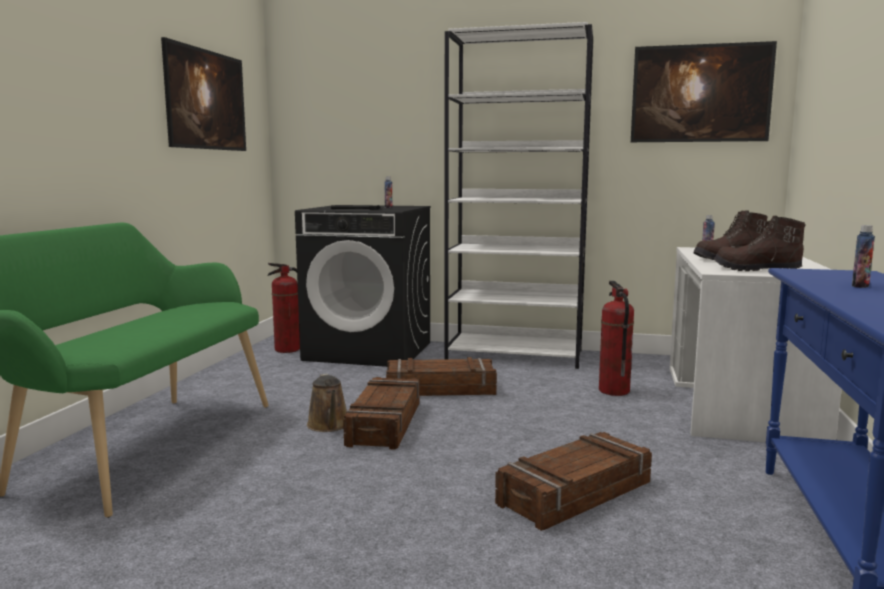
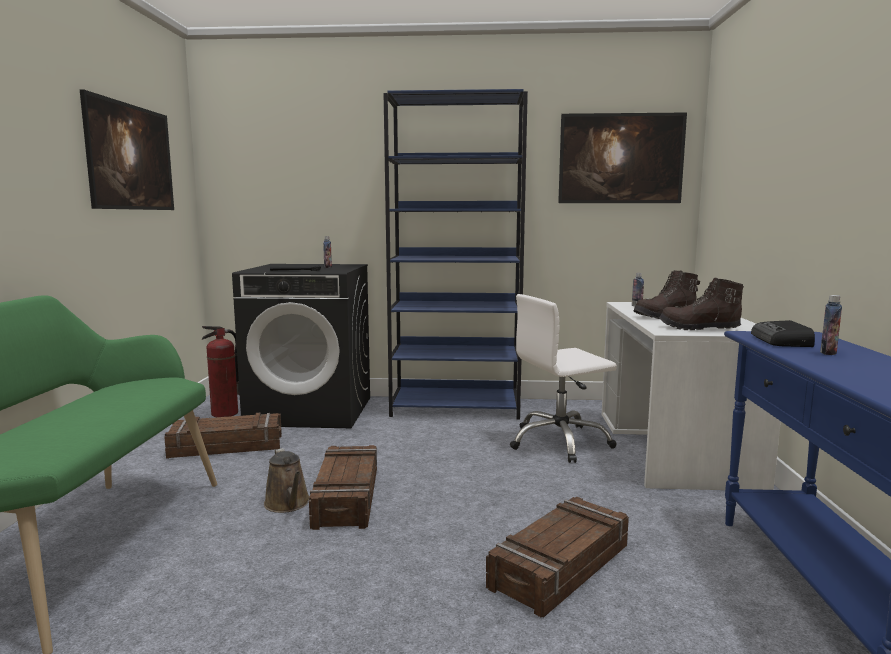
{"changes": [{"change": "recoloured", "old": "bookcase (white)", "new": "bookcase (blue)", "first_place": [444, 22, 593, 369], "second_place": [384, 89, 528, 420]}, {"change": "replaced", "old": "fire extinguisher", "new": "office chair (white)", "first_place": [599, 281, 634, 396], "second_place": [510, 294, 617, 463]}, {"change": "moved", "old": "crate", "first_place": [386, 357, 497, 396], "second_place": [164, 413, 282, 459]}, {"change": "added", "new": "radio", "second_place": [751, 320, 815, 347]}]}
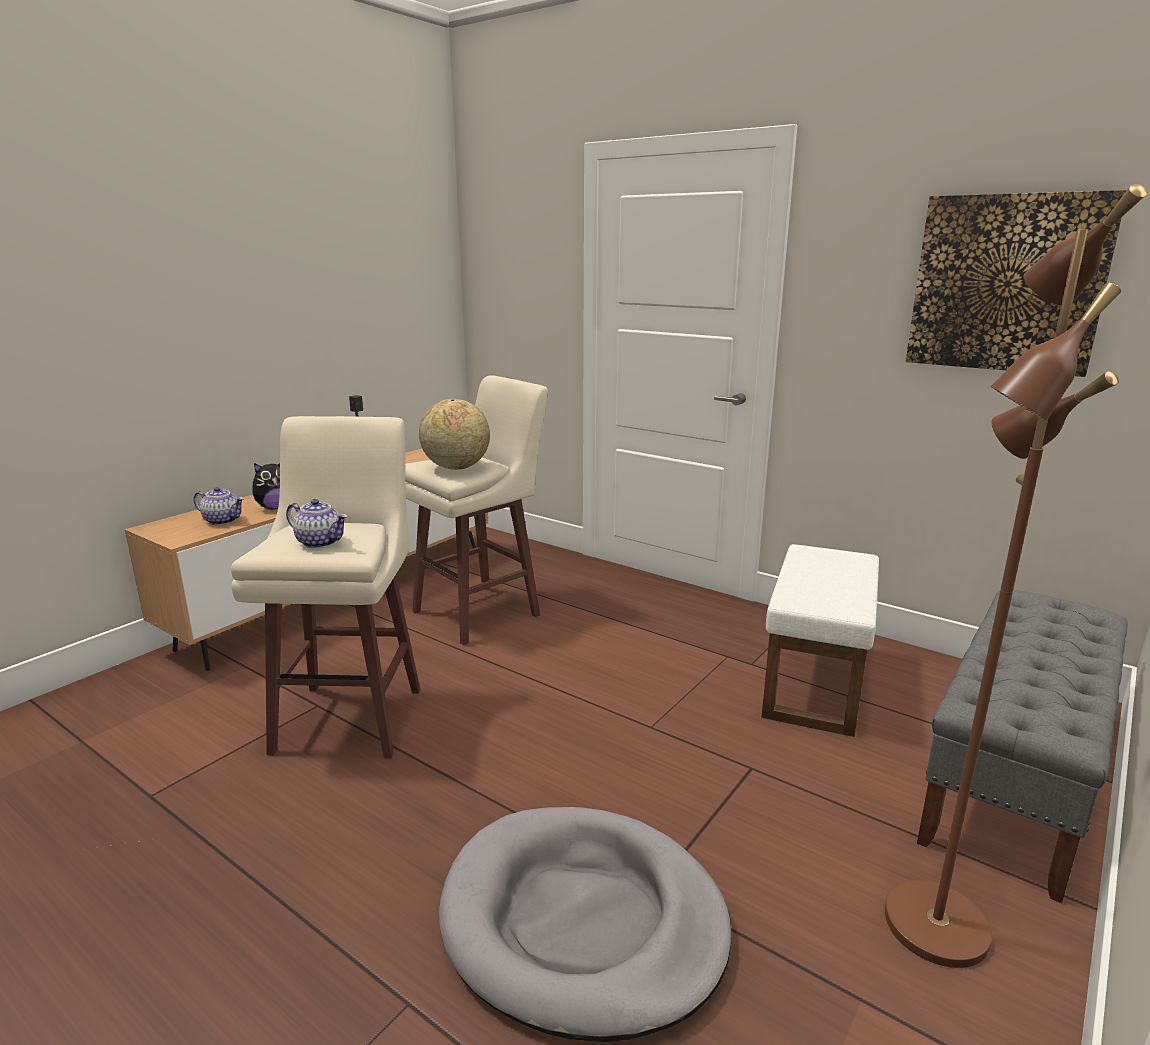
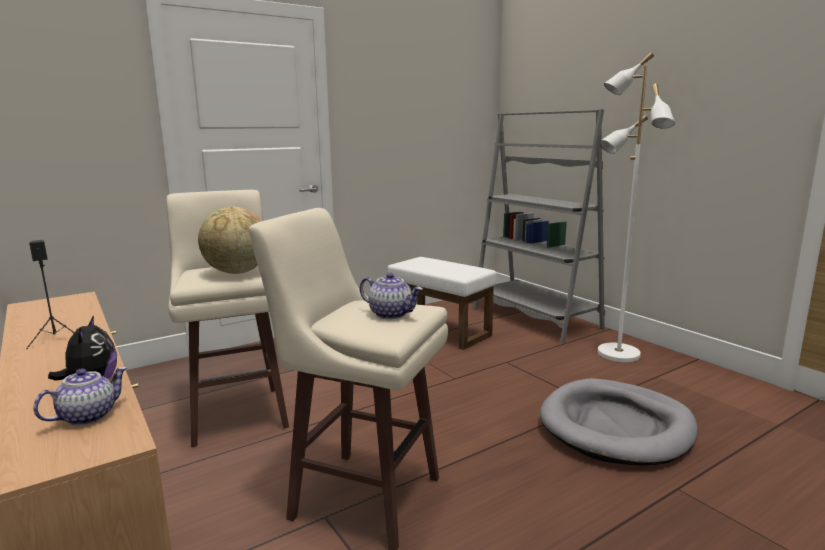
{"changes": [{"change": "recoloured", "old": "floor lamp (brown)", "new": "floor lamp (white)", "first_place": [885, 184, 1147, 968], "second_place": [597, 52, 675, 362]}, {"change": "removed", "old": "picture", "first_place": [906, 190, 1127, 377]}, {"change": "turned", "old": "teapot", "first_place": [286, 499, 348, 548], "second_place": [360, 273, 423, 319], "degrees": 75}, {"change": "replaced", "old": "bench (grey)", "new": "bookcase (grey)", "first_place": [917, 590, 1128, 903], "second_place": [473, 109, 605, 343]}]}
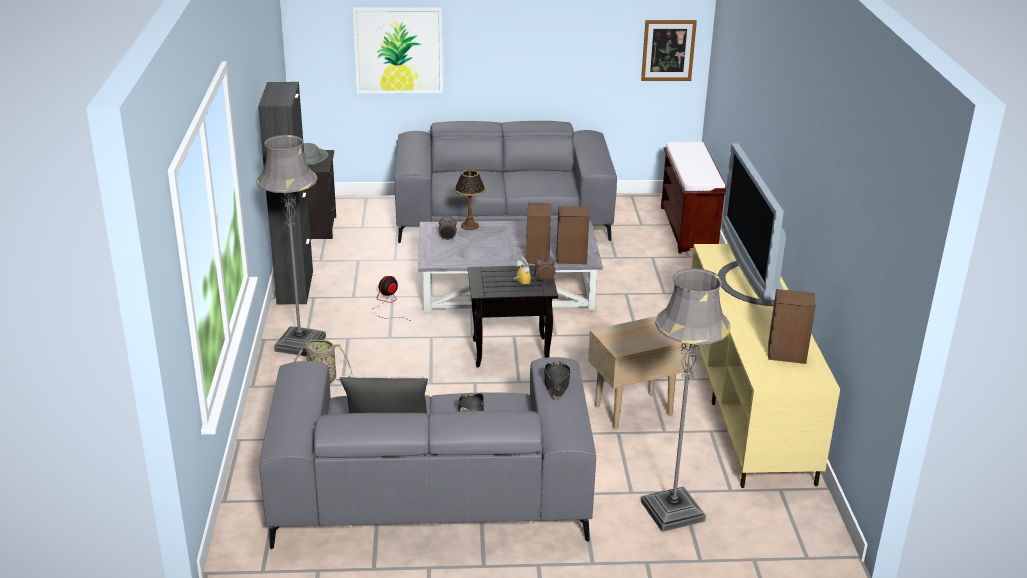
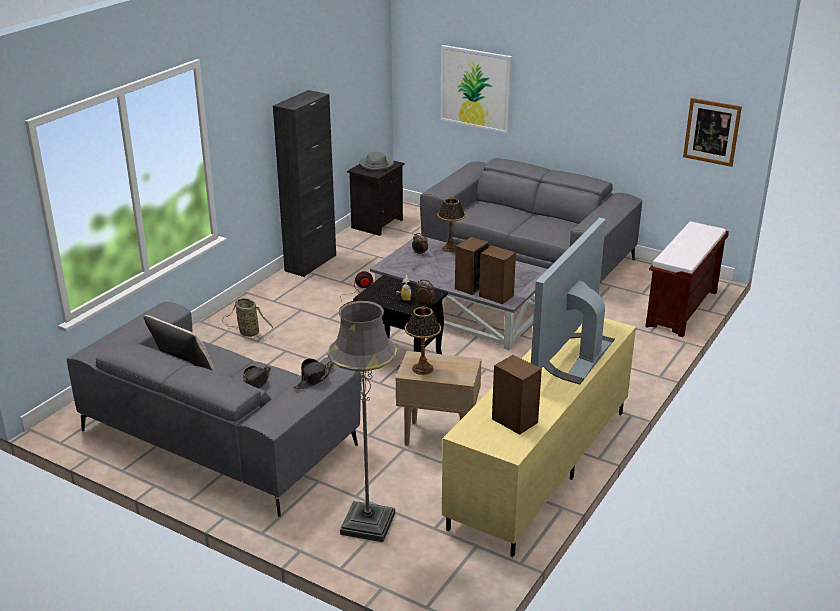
{"changes": [{"change": "removed", "old": "floor lamp (grey)", "first_place": [256, 135, 326, 356]}, {"change": "added", "new": "table lamp", "second_place": [405, 306, 441, 375]}]}
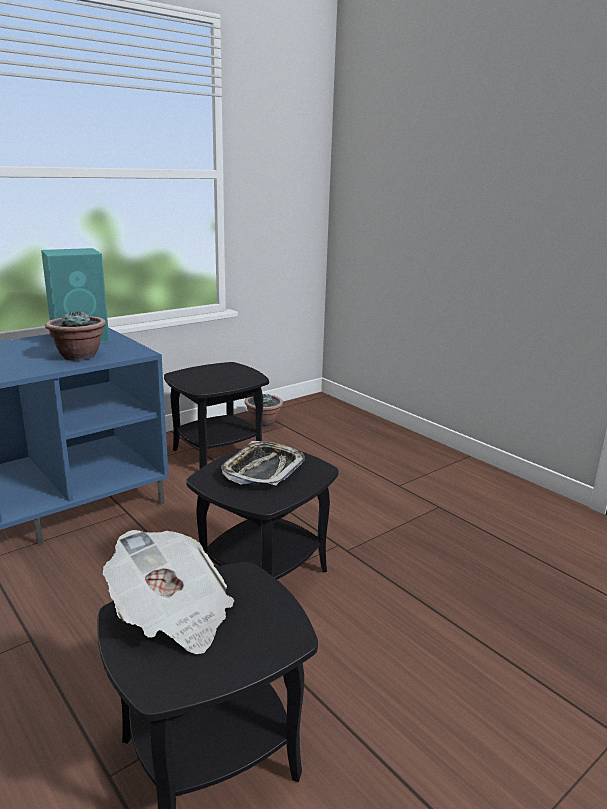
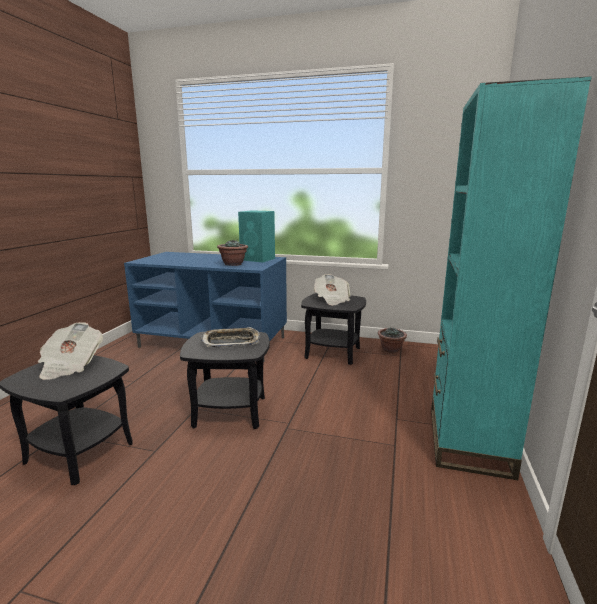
{"changes": [{"change": "added", "new": "bookcase (turquoise)", "second_place": [431, 76, 592, 480]}, {"change": "added", "new": "newspaper", "second_place": [314, 274, 350, 305]}]}
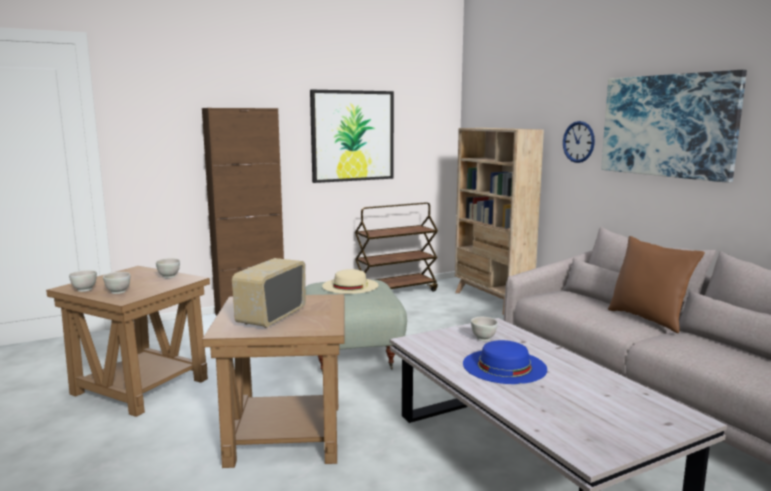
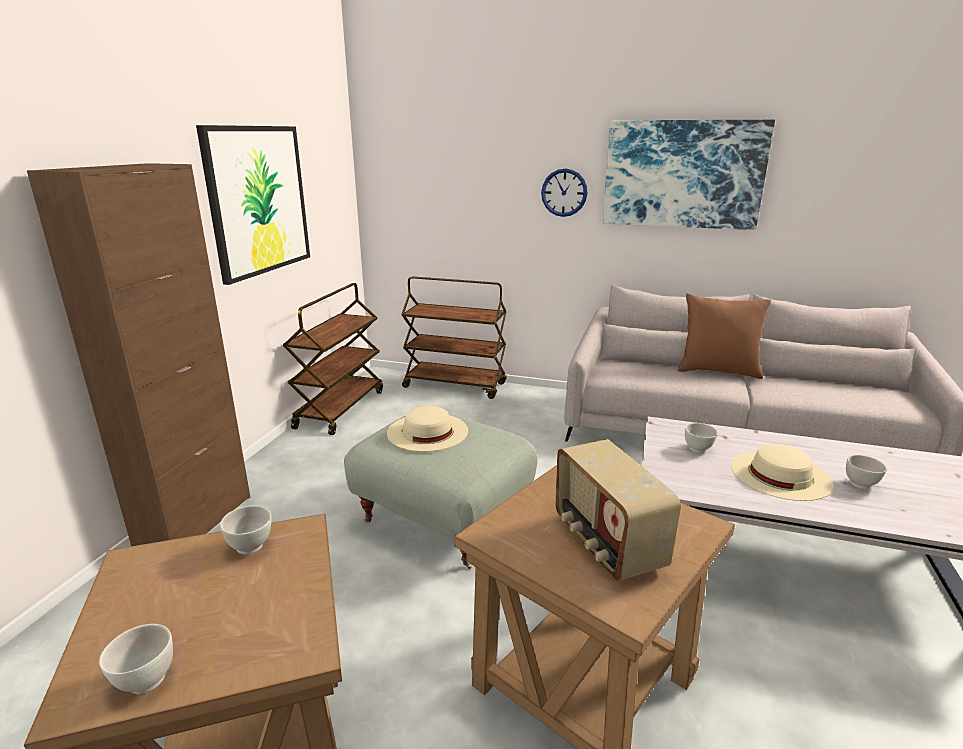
{"changes": [{"change": "replaced", "old": "bookcase (beige)", "new": "cart (brown)", "first_place": [455, 128, 544, 315], "second_place": [401, 276, 507, 399]}, {"change": "moved", "old": "bowl (white)", "first_place": [103, 272, 130, 294], "second_place": [846, 455, 887, 489]}, {"change": "recoloured", "old": "hat (blue)", "new": "hat (beige)", "first_place": [463, 340, 547, 384], "second_place": [731, 444, 834, 501]}]}
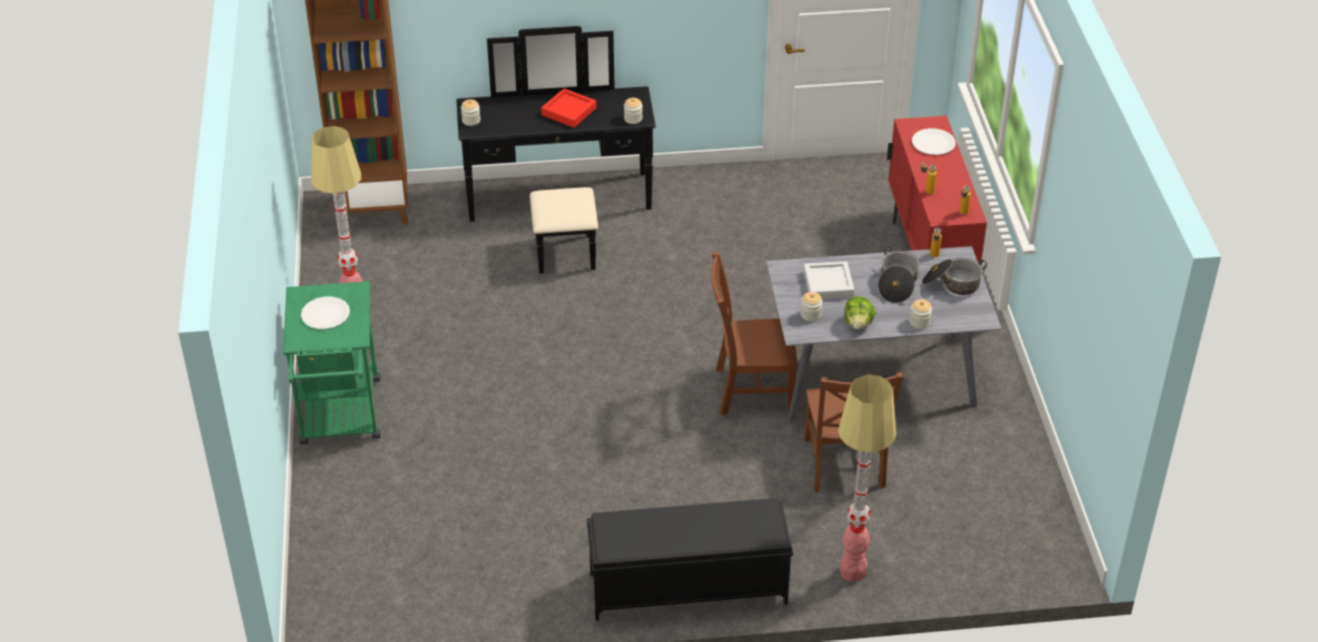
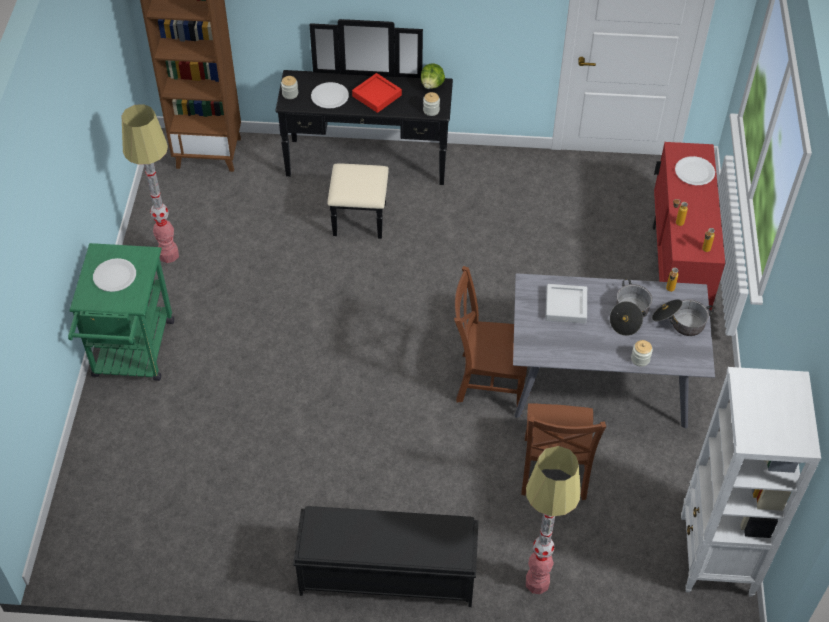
{"changes": [{"change": "removed", "old": "jar", "first_place": [801, 292, 822, 321]}, {"change": "moved", "old": "lettuce", "first_place": [844, 296, 876, 329], "second_place": [421, 63, 445, 89]}, {"change": "added", "new": "plate (white)", "second_place": [311, 82, 349, 109]}, {"change": "added", "new": "bookcase (white)", "second_place": [681, 367, 821, 597]}]}
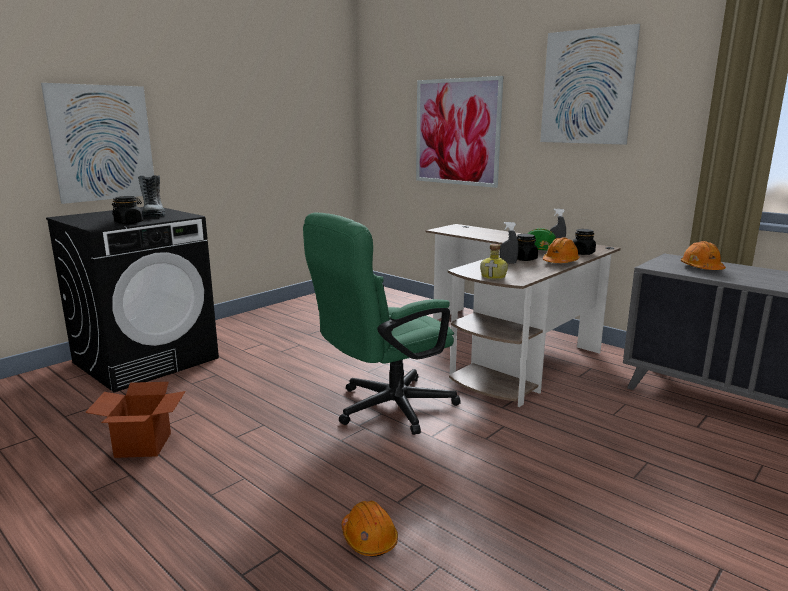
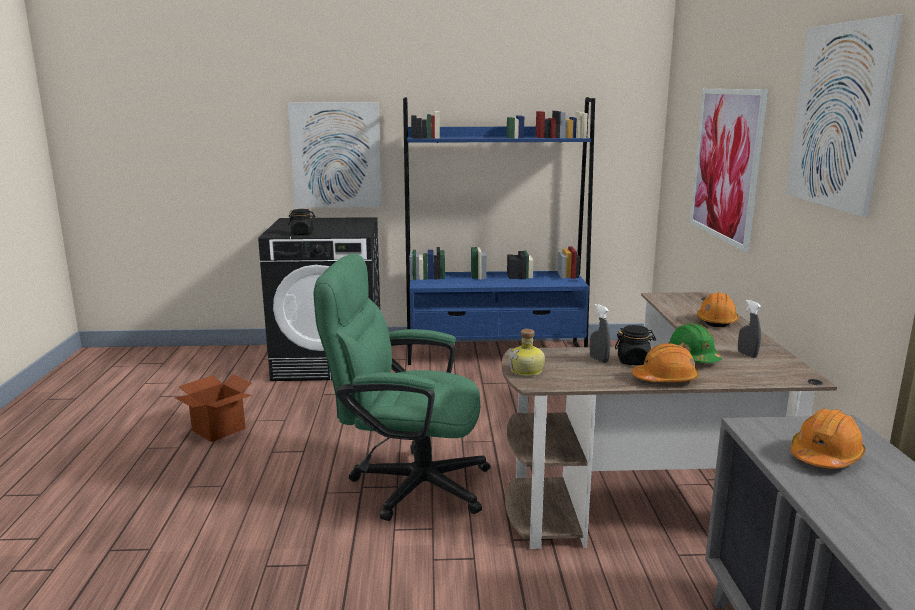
{"changes": [{"change": "removed", "old": "boot", "first_place": [138, 175, 166, 217]}, {"change": "removed", "old": "jar (black)", "first_place": [573, 229, 596, 255]}, {"change": "moved", "old": "hard hat (orange)", "first_place": [342, 501, 398, 557], "second_place": [697, 292, 739, 327]}, {"change": "added", "new": "bookcase (blue)", "second_place": [403, 97, 595, 365]}]}
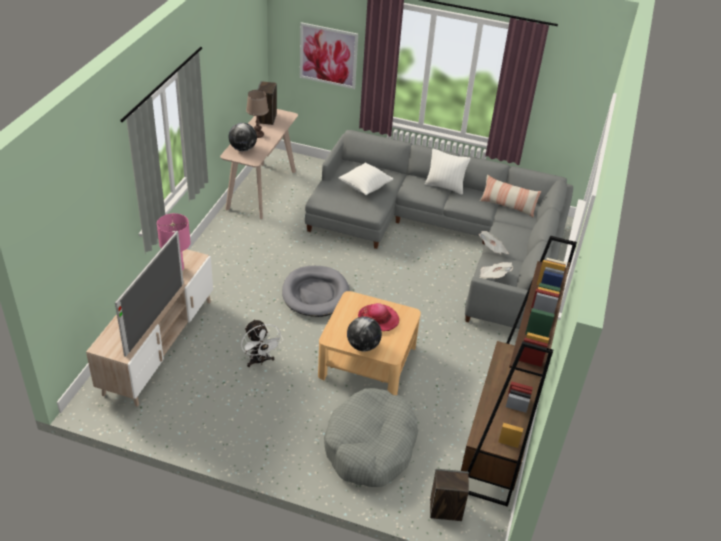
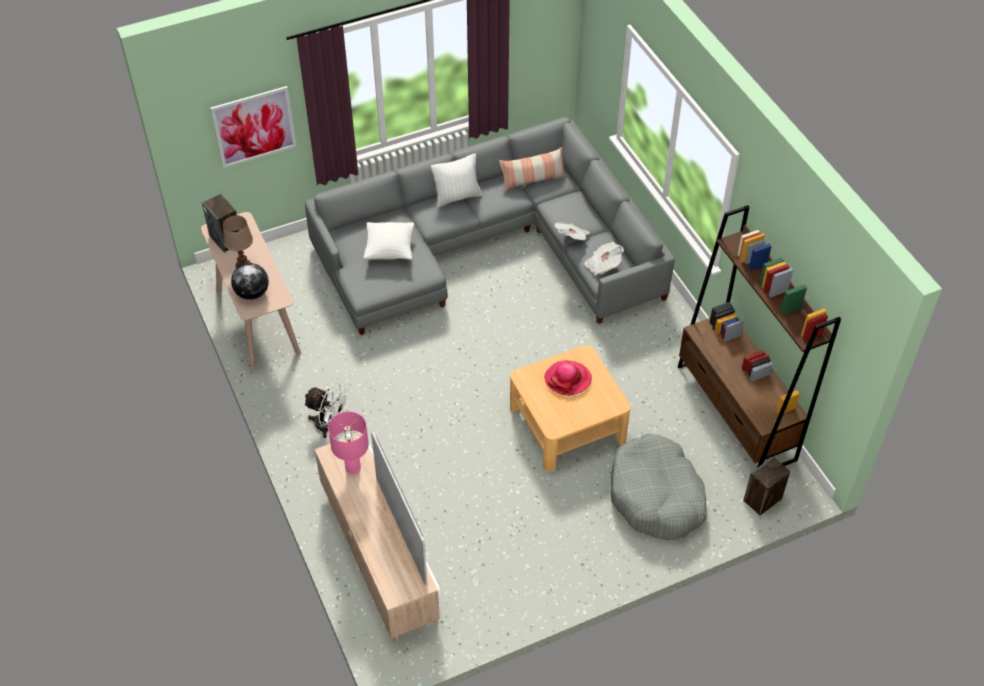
{"changes": [{"change": "removed", "old": "dog bed (grey)", "first_place": [282, 266, 350, 317]}, {"change": "removed", "old": "globe", "first_place": [347, 316, 382, 351]}, {"change": "moved", "old": "fan (white)", "first_place": [241, 319, 283, 367], "second_place": [303, 382, 350, 438]}]}
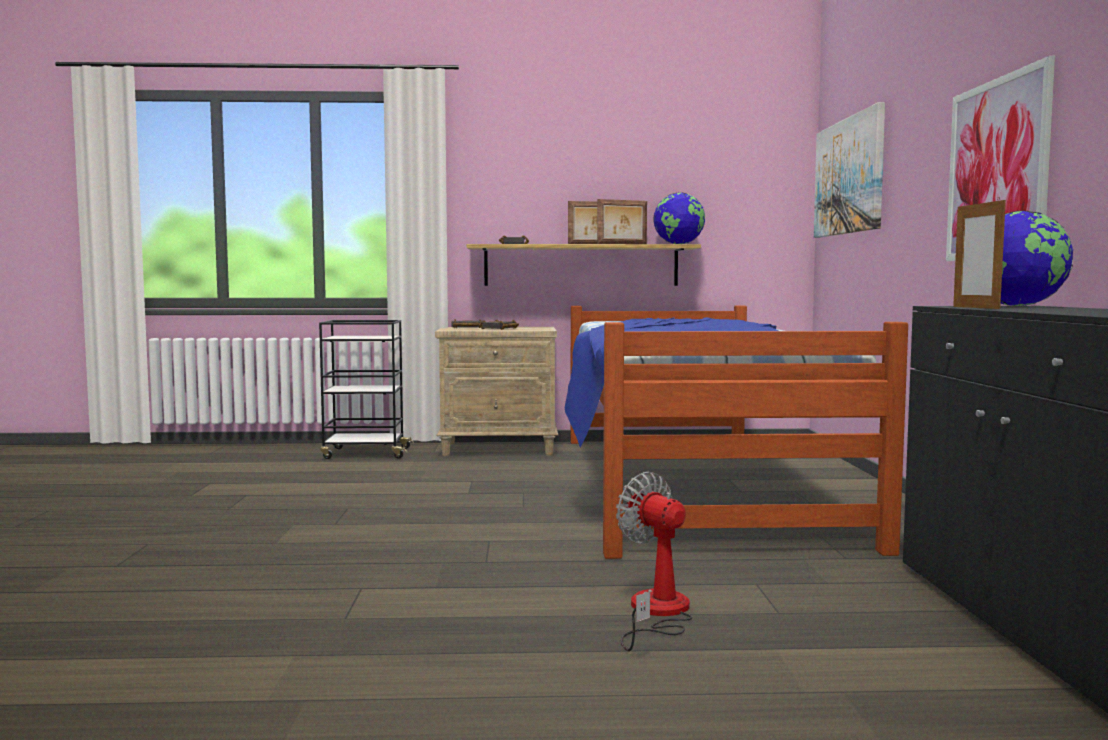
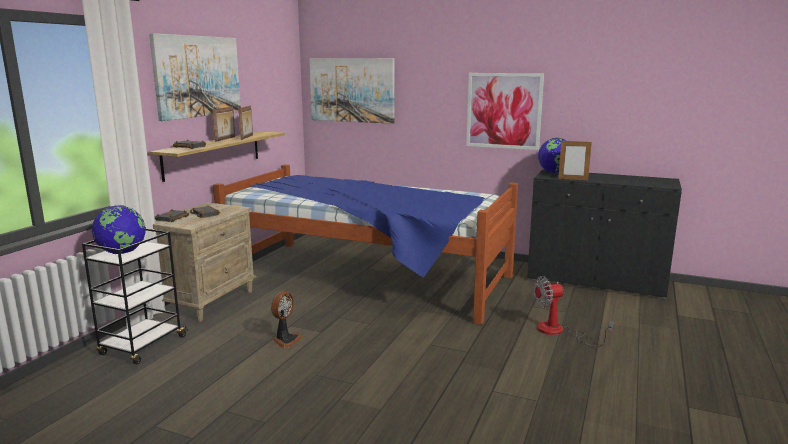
{"changes": [{"change": "moved", "old": "globe", "first_place": [653, 192, 705, 244], "second_place": [92, 205, 146, 254]}, {"change": "added", "new": "picture", "second_place": [149, 33, 241, 121]}, {"change": "added", "new": "fan", "second_place": [271, 291, 303, 348]}]}
